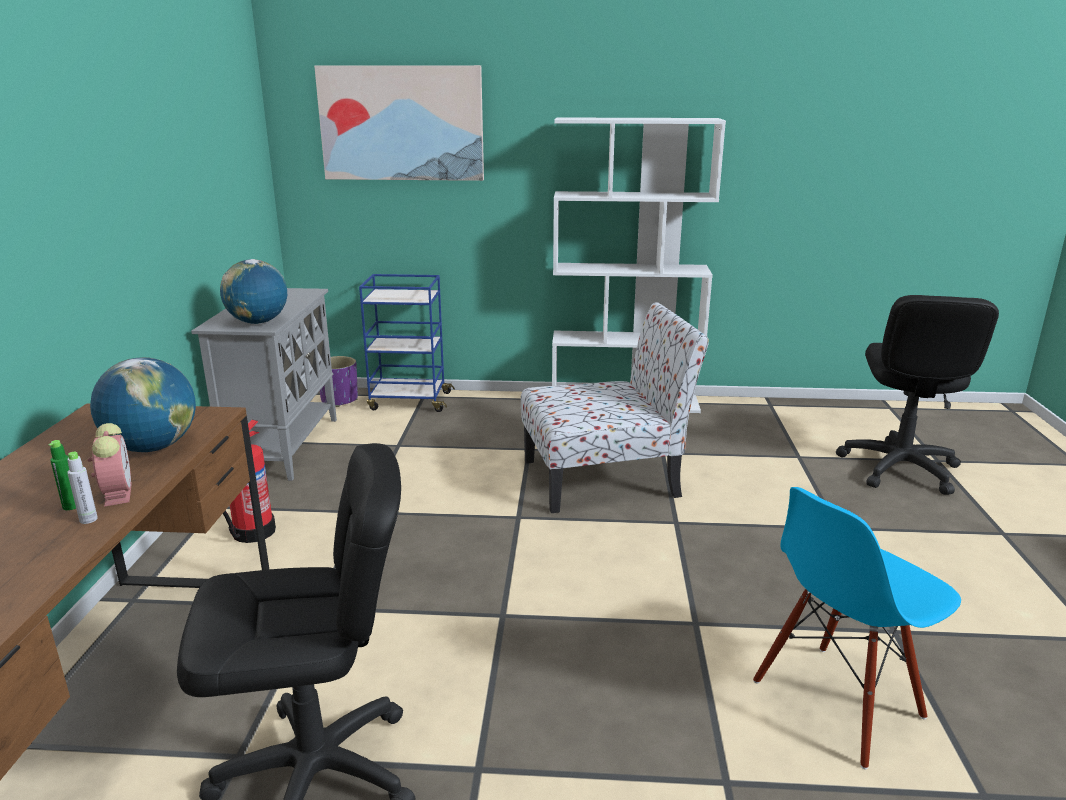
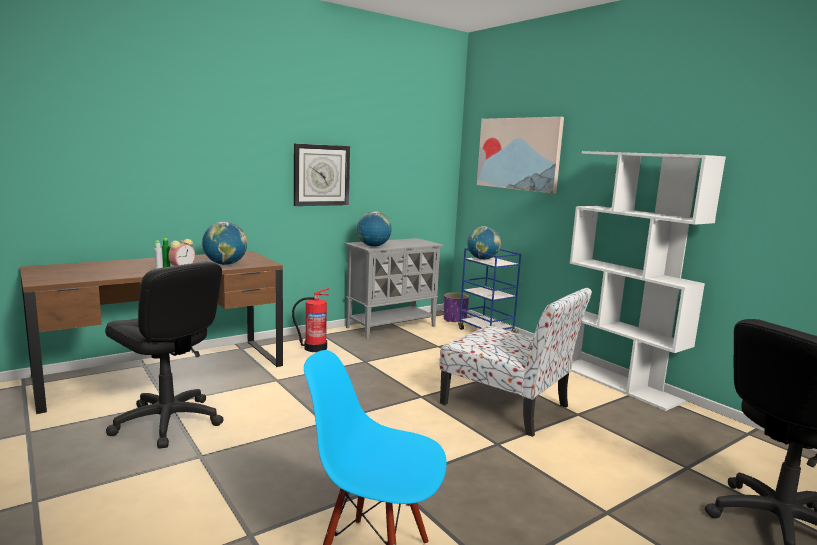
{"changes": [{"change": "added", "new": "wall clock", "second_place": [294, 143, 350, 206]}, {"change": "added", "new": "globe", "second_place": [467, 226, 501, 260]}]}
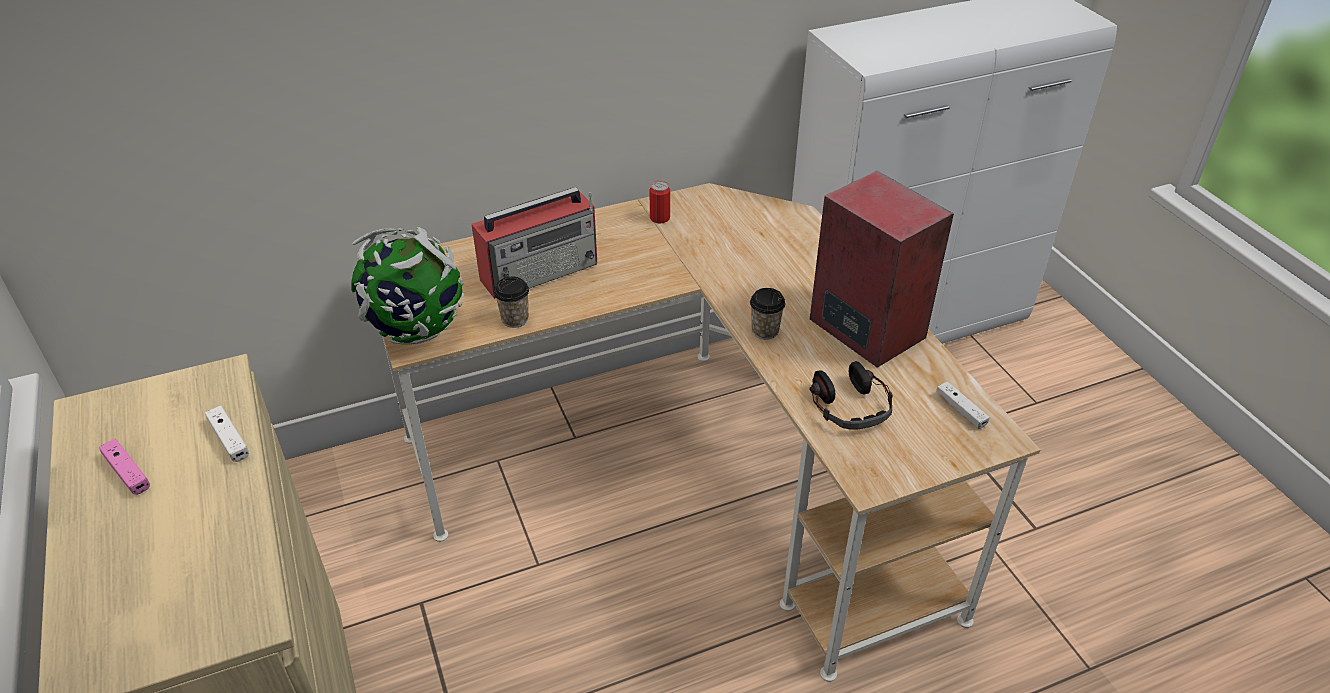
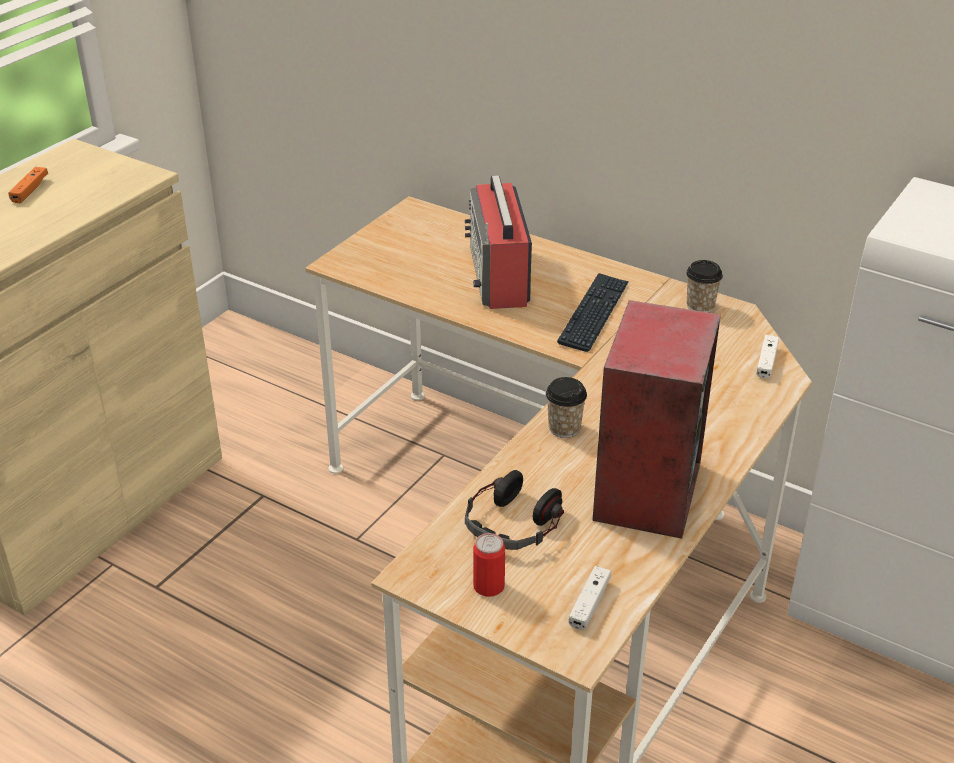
{"changes": [{"change": "moved", "old": "can", "first_place": [650, 181, 670, 224], "second_place": [473, 533, 505, 597]}, {"change": "turned", "old": "radio", "first_place": [471, 187, 597, 299], "second_place": [465, 175, 532, 309], "degrees": 60}, {"change": "removed", "old": "globe", "first_place": [351, 227, 464, 345]}, {"change": "moved", "old": "cup", "first_place": [494, 277, 529, 328], "second_place": [686, 260, 723, 313]}, {"change": "moved", "old": "game controller (white)", "first_place": [205, 406, 249, 462], "second_place": [757, 335, 779, 378]}, {"change": "recoloured", "old": "game controller (pink)", "new": "game controller (orange)", "first_place": [99, 439, 150, 495], "second_place": [8, 167, 48, 203]}, {"change": "added", "new": "keyboard", "second_place": [557, 273, 629, 352]}]}
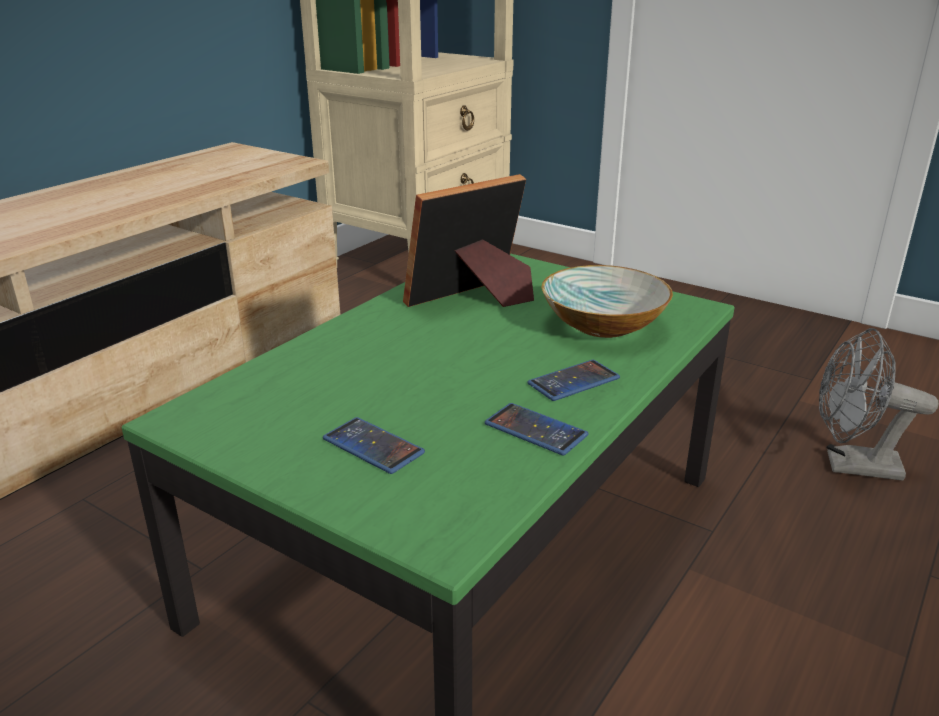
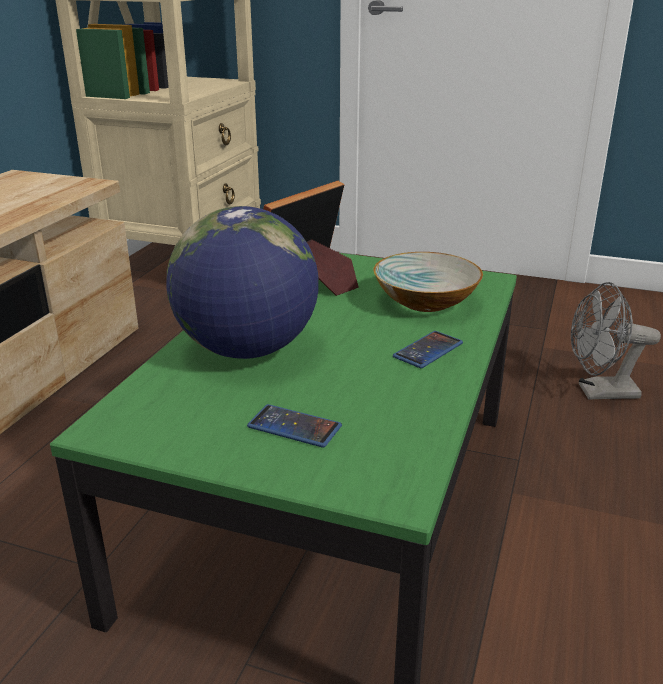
{"changes": [{"change": "removed", "old": "phone", "first_place": [485, 403, 588, 455]}, {"change": "added", "new": "globe", "second_place": [166, 206, 319, 359]}]}
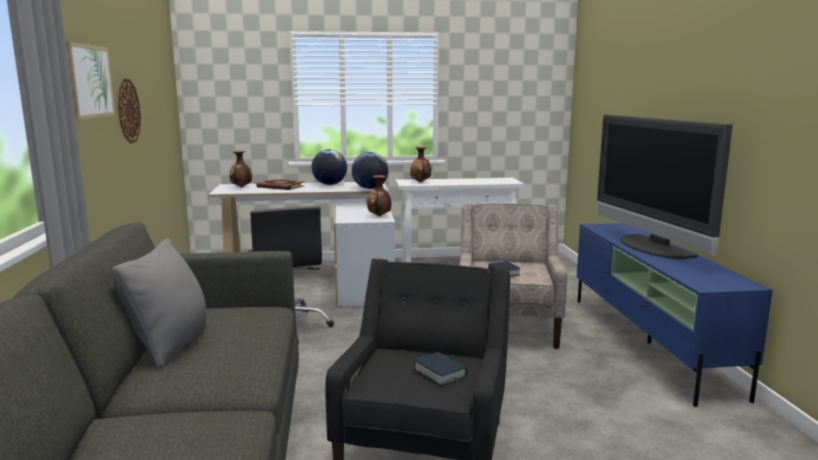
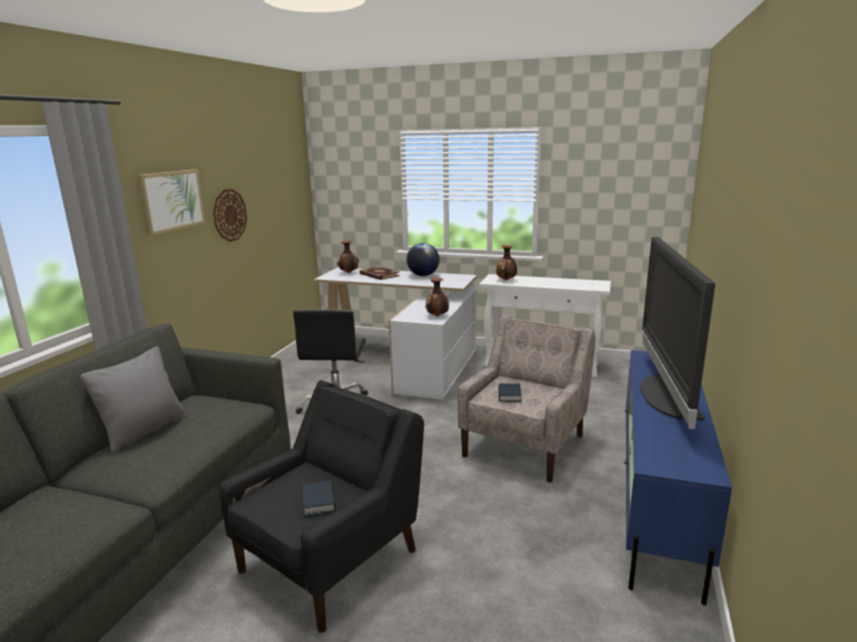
{"changes": [{"change": "removed", "old": "globe", "first_place": [352, 152, 388, 189]}]}
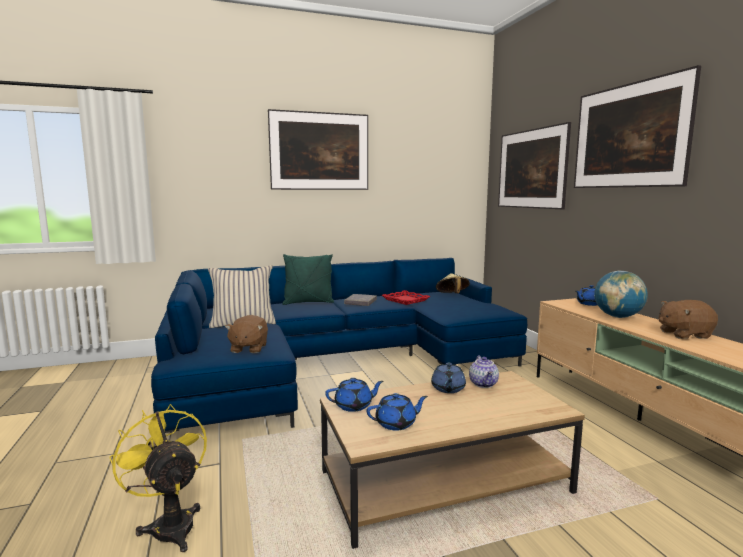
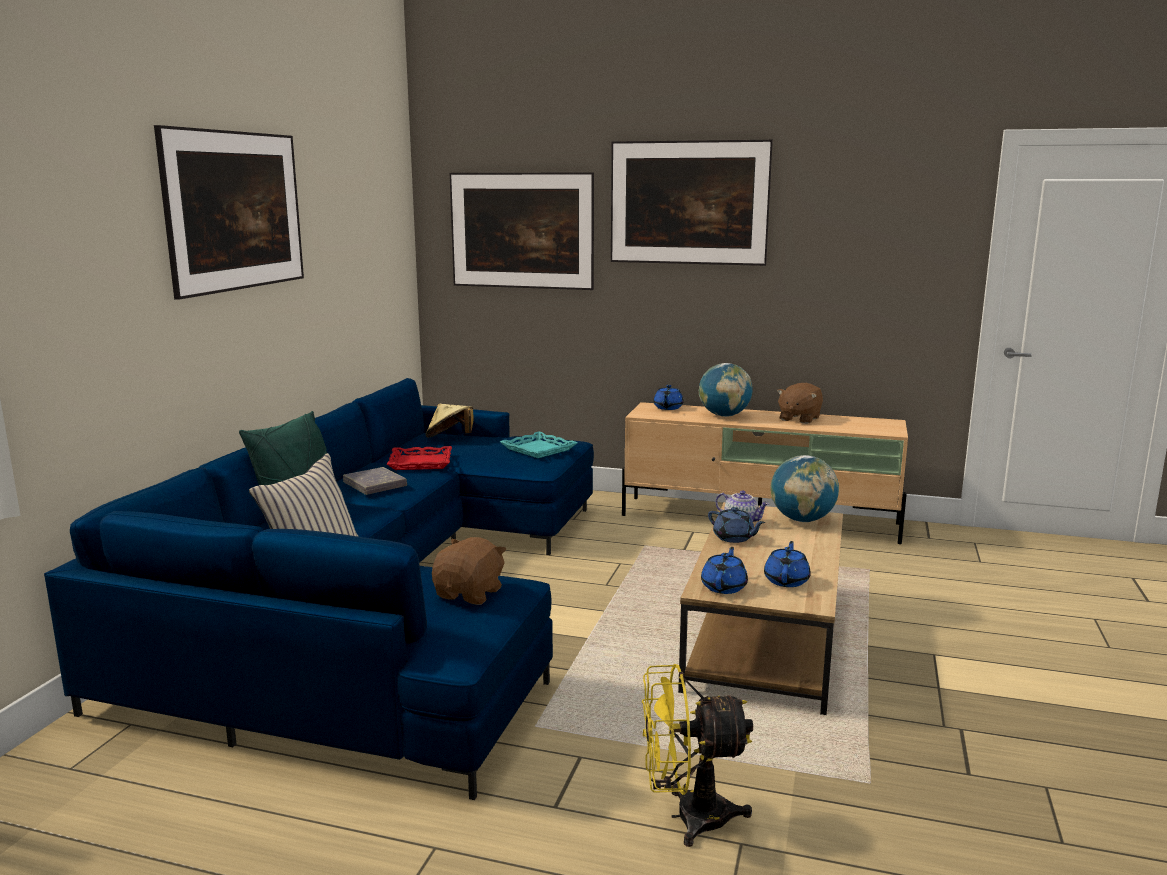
{"changes": [{"change": "turned", "old": "plush toy (brown)", "first_place": [225, 315, 268, 353], "second_place": [432, 537, 507, 605], "degrees": -105}, {"change": "added", "new": "tray (turquoise)", "second_place": [500, 432, 577, 458]}, {"change": "added", "new": "globe", "second_place": [771, 455, 839, 522]}]}
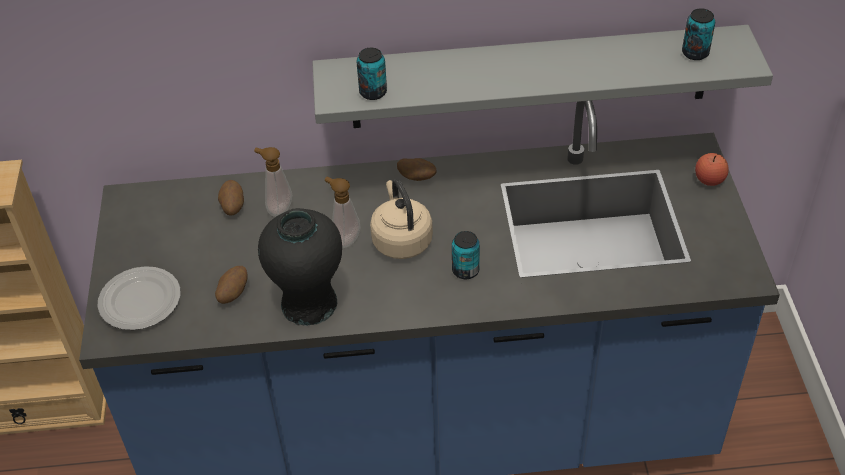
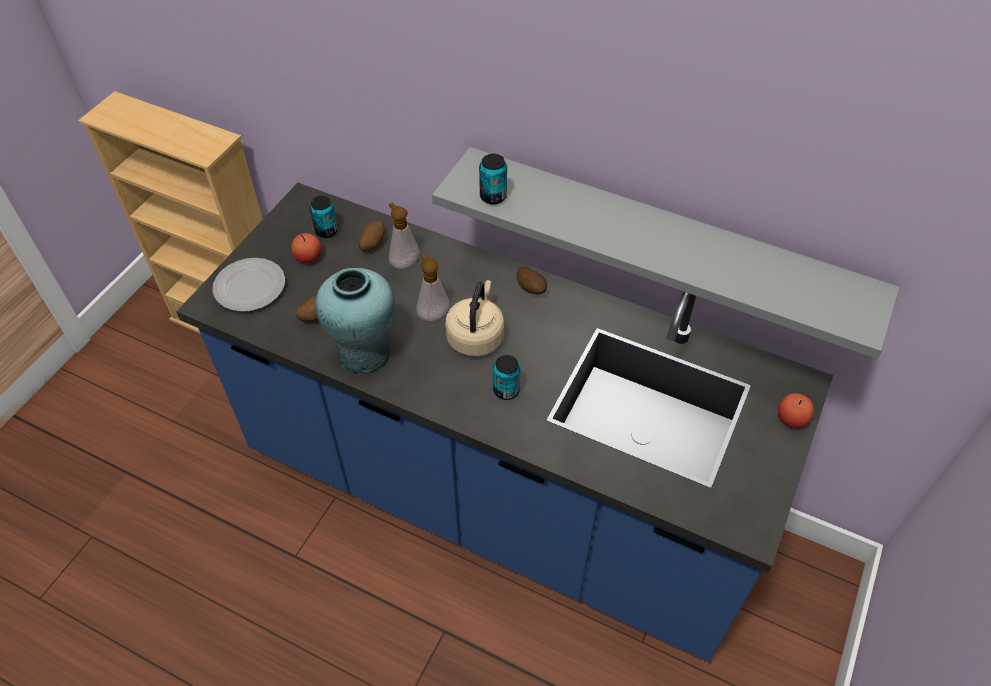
{"changes": [{"change": "moved", "old": "can", "first_place": [682, 8, 715, 60], "second_place": [310, 196, 338, 238]}, {"change": "recoloured", "old": "vase (black)", "new": "vase (turquoise)", "first_place": [258, 208, 342, 326], "second_place": [315, 268, 395, 374]}, {"change": "added", "new": "apple", "second_place": [291, 233, 321, 263]}]}
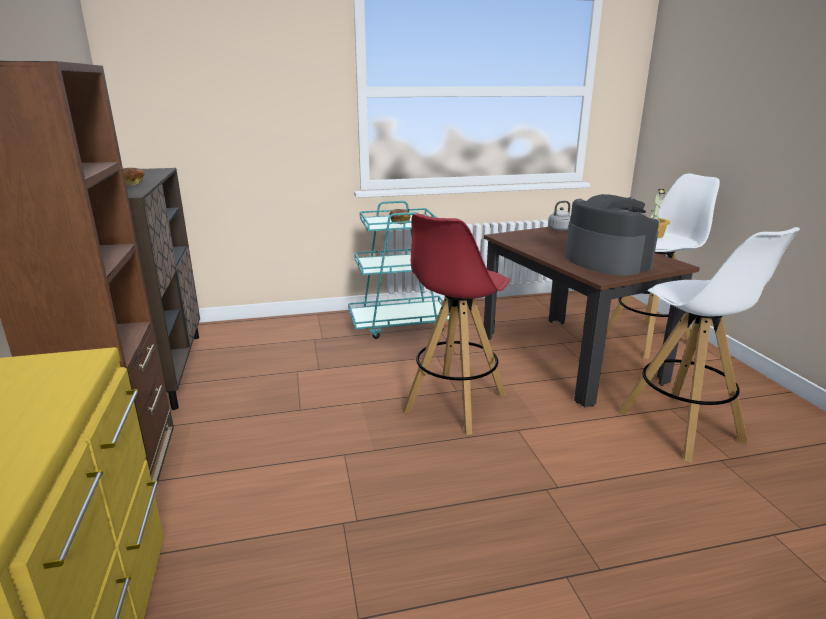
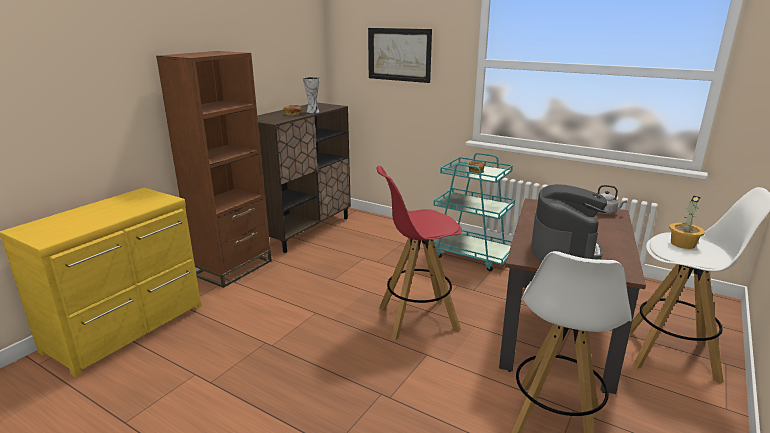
{"changes": [{"change": "added", "new": "picture", "second_place": [368, 28, 432, 83]}, {"change": "added", "new": "vase", "second_place": [303, 77, 320, 113]}]}
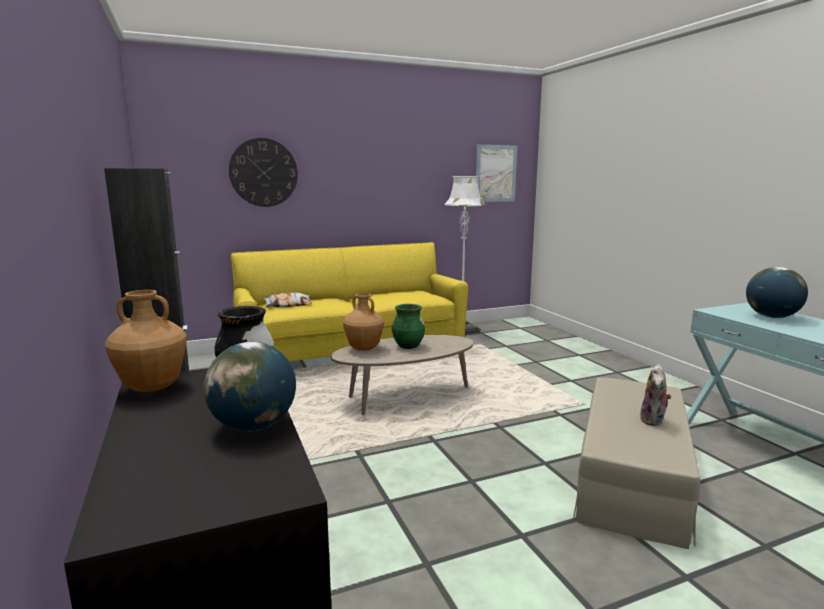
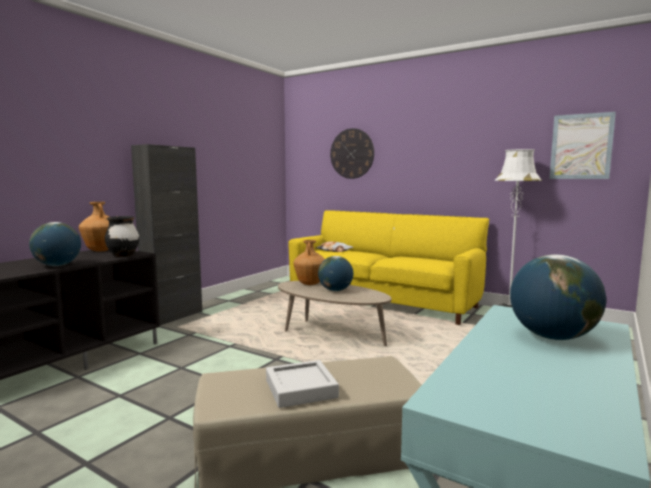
{"changes": [{"change": "replaced", "old": "vase (green)", "new": "globe", "first_place": [392, 304, 425, 349], "second_place": [318, 256, 353, 291]}, {"change": "replaced", "old": "plush toy", "new": "tray (grey)", "first_place": [639, 364, 672, 426], "second_place": [266, 360, 339, 408]}]}
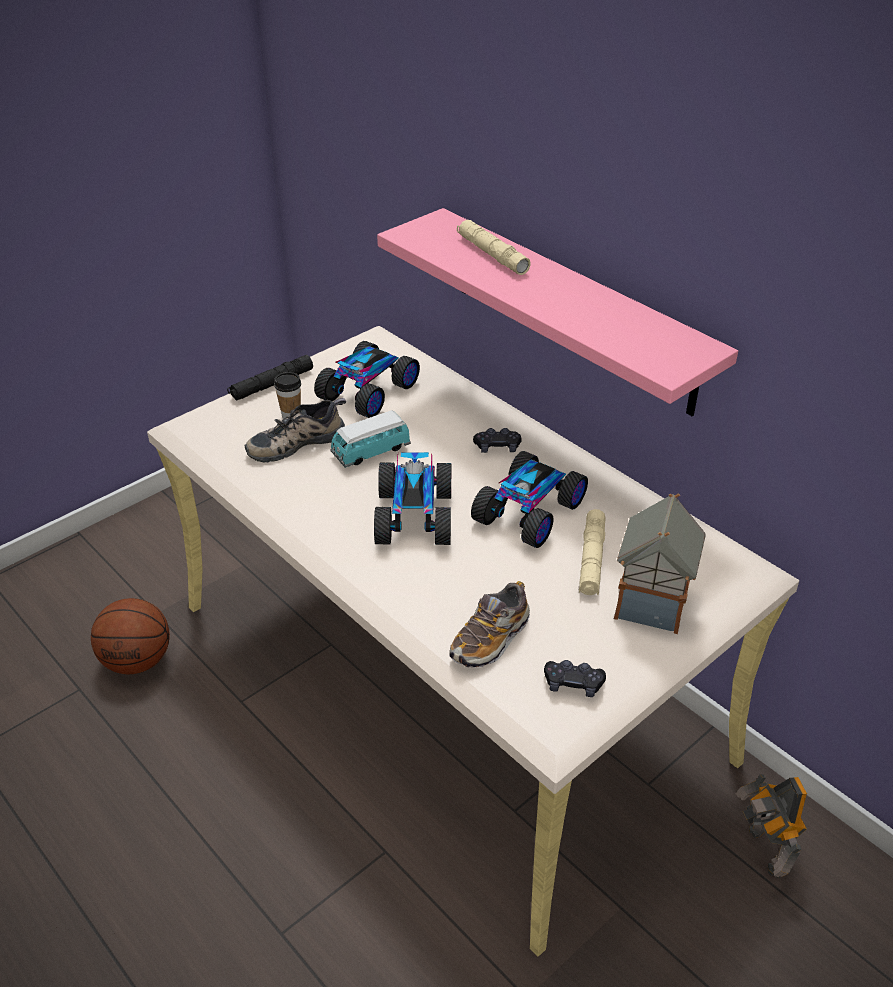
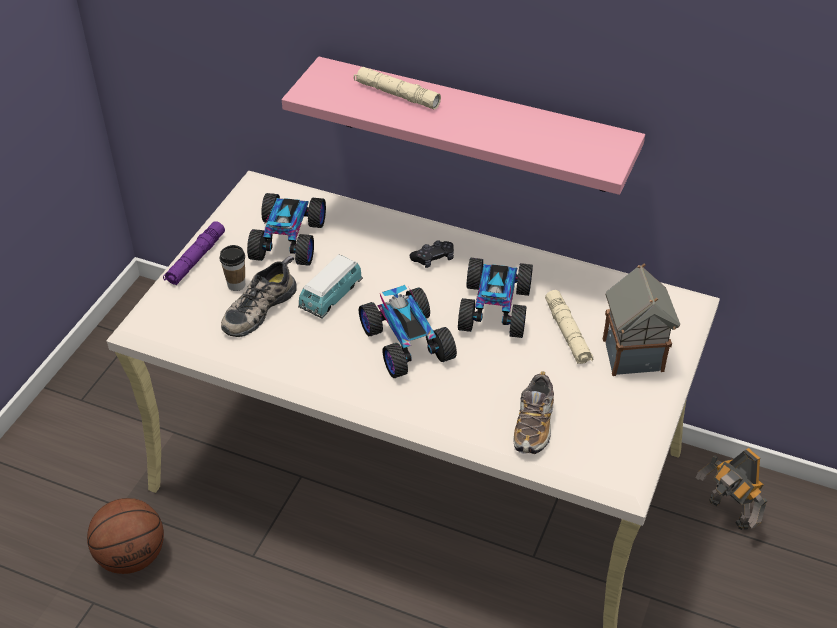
{"changes": [{"change": "recoloured", "old": "flashlight (black)", "new": "flashlight (purple)", "first_place": [227, 355, 313, 400], "second_place": [163, 221, 225, 285]}, {"change": "removed", "old": "game controller (black)", "first_place": [544, 660, 606, 697]}]}
